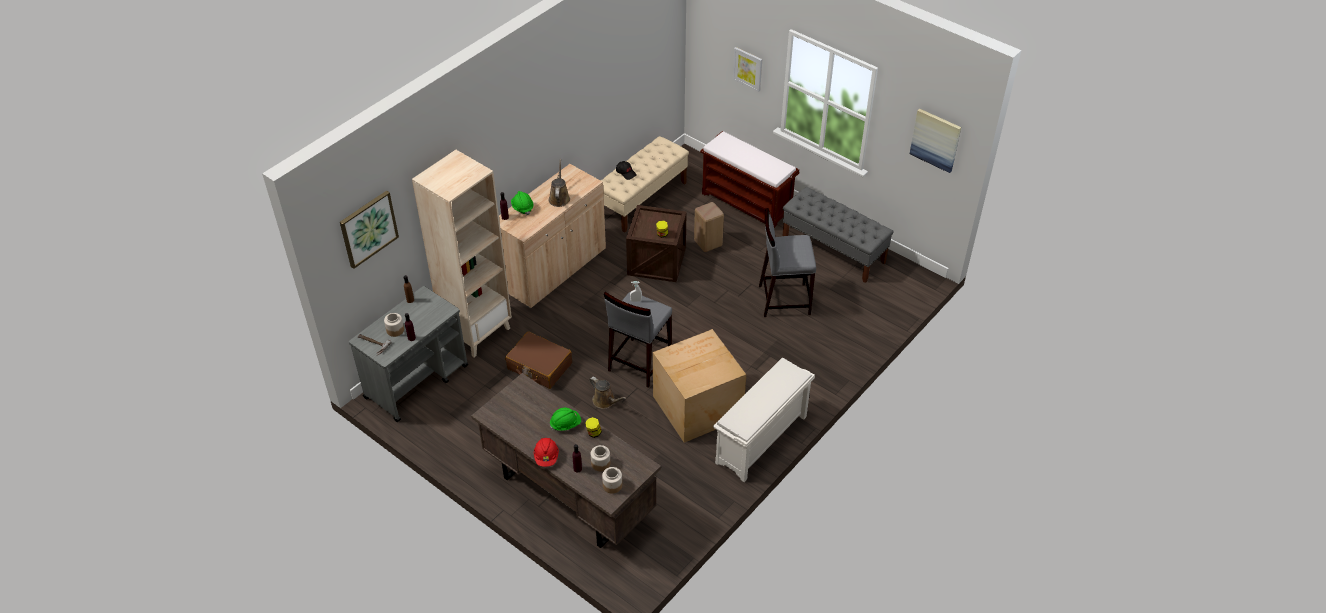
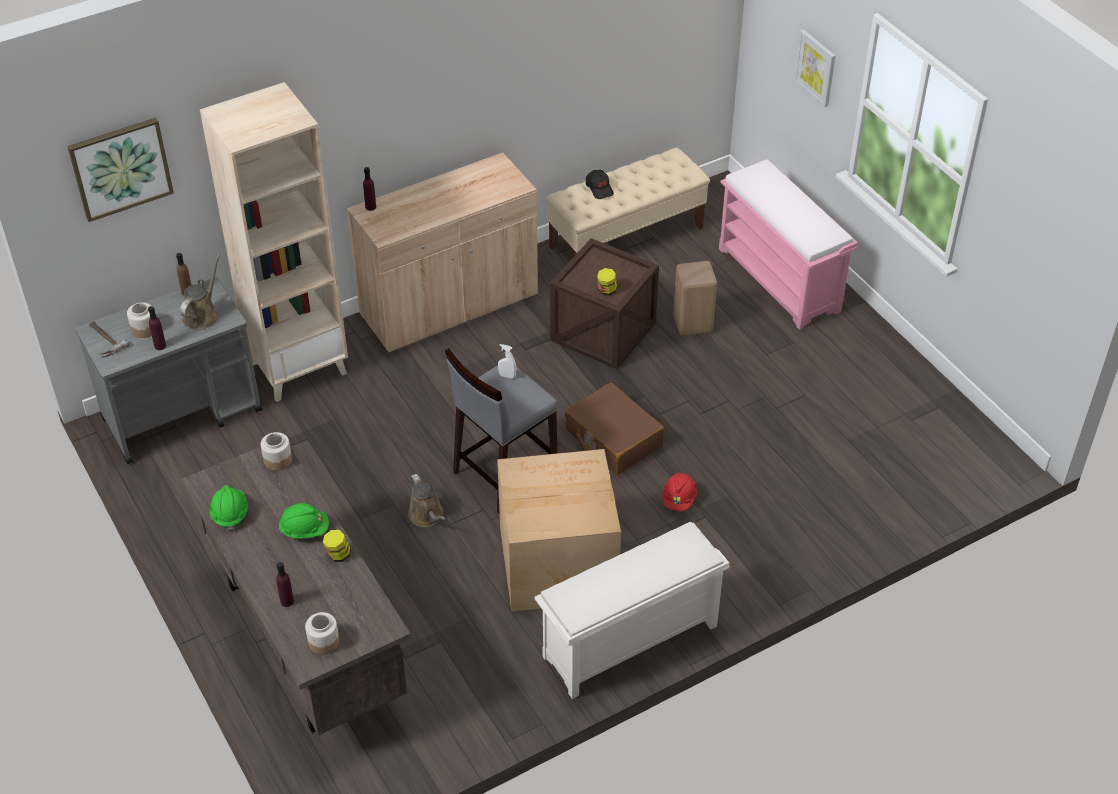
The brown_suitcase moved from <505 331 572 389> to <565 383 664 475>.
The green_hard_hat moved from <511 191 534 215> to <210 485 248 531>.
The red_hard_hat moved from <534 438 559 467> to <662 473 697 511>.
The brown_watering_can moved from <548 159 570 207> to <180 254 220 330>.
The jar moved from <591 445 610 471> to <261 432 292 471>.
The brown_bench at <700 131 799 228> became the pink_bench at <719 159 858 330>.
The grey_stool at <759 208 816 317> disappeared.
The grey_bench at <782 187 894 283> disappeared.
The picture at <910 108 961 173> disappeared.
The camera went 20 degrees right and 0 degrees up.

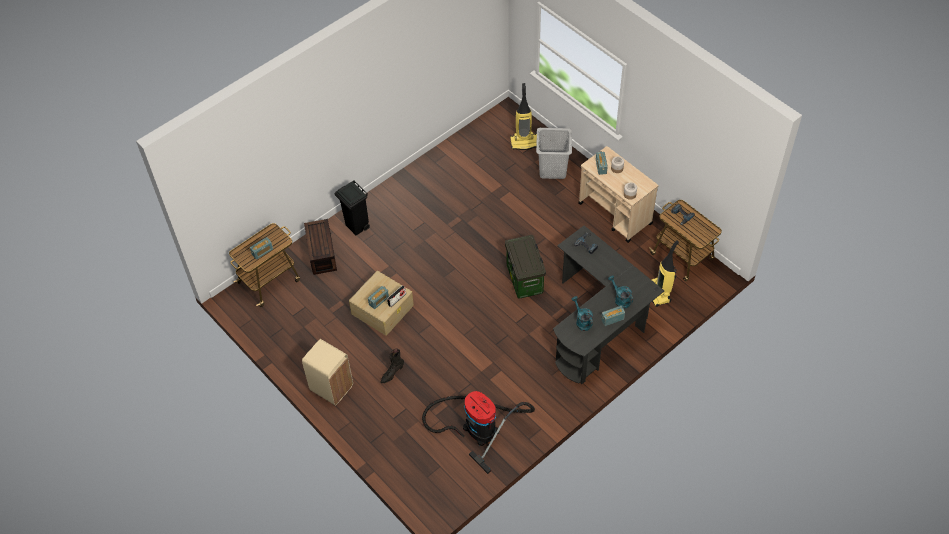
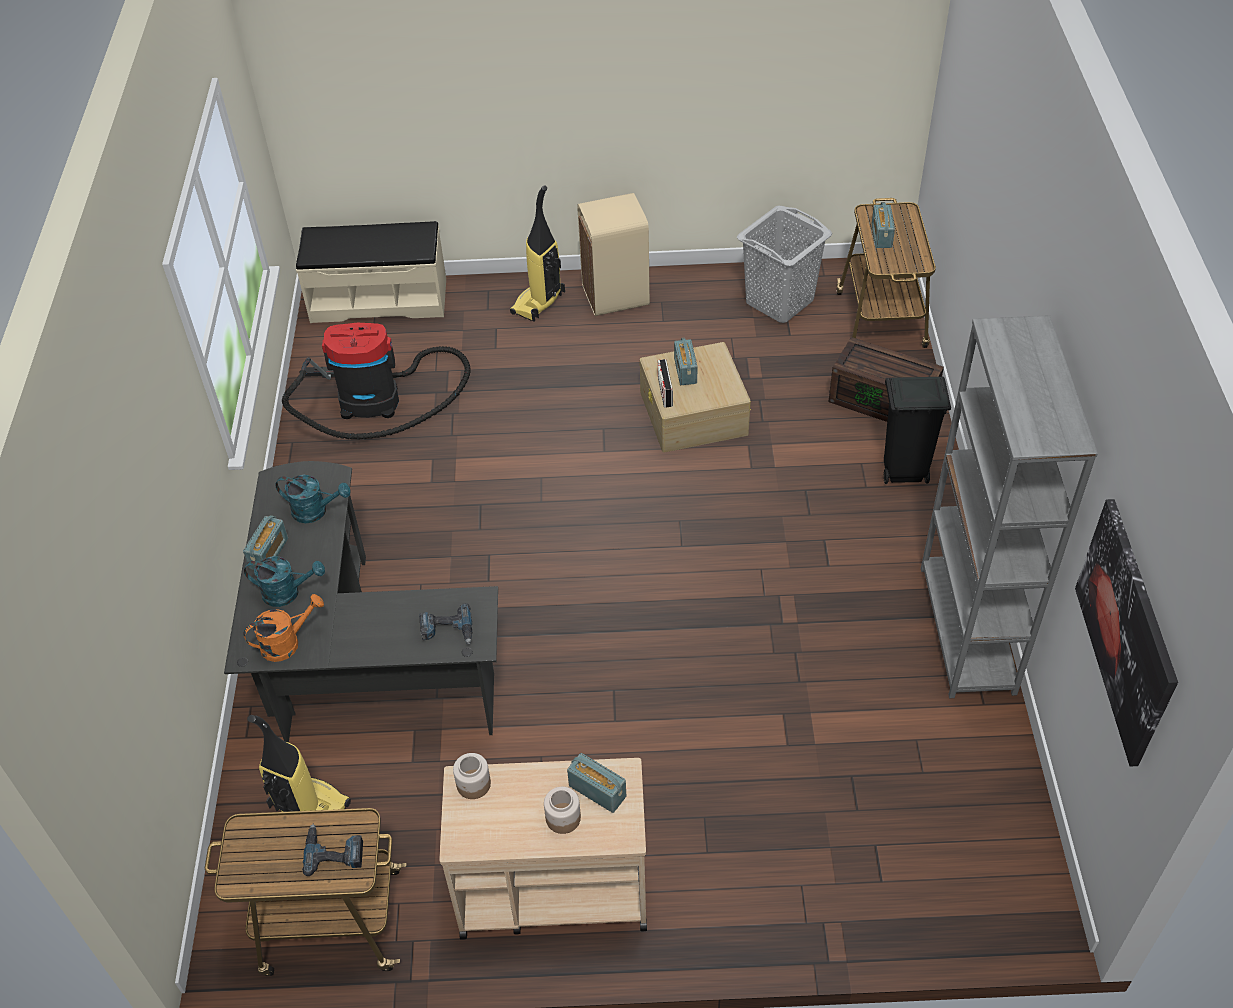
The black_boot at <380 348 404 383> disappeared.
The storage_box at <505 235 546 299> disappeared.
The vacuum_cleaner moved from <510 83 537 150> to <510 185 565 322>.
The grey_laundry_basket moved from <536 128 572 179> to <737 206 832 323>.
The orange_watering_can at <243 594 324 662> appeared.
The beige_bench at <296 221 446 323> appeared.
The grey_bookcase at <921 315 1098 698> appeared.
The picture at <1075 499 1178 766> appeared.
The camera went 130 degrees right and 5 degrees down.

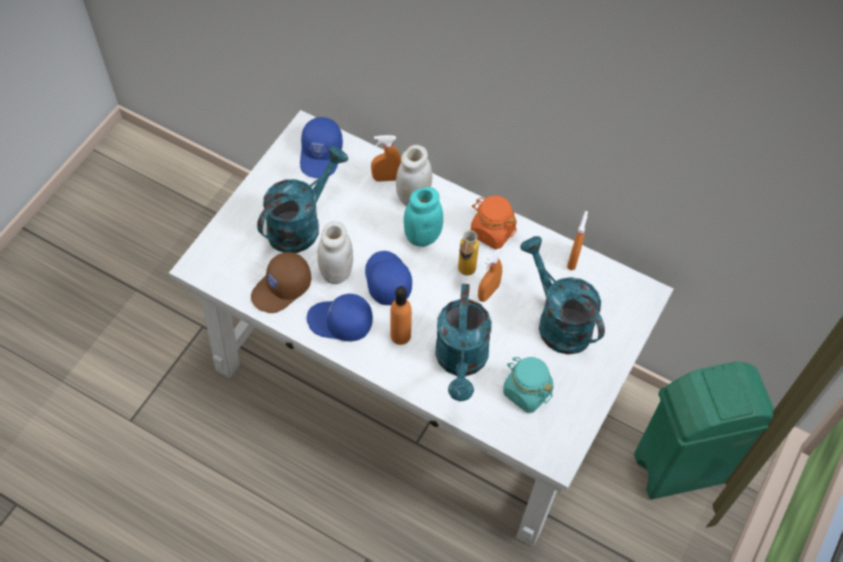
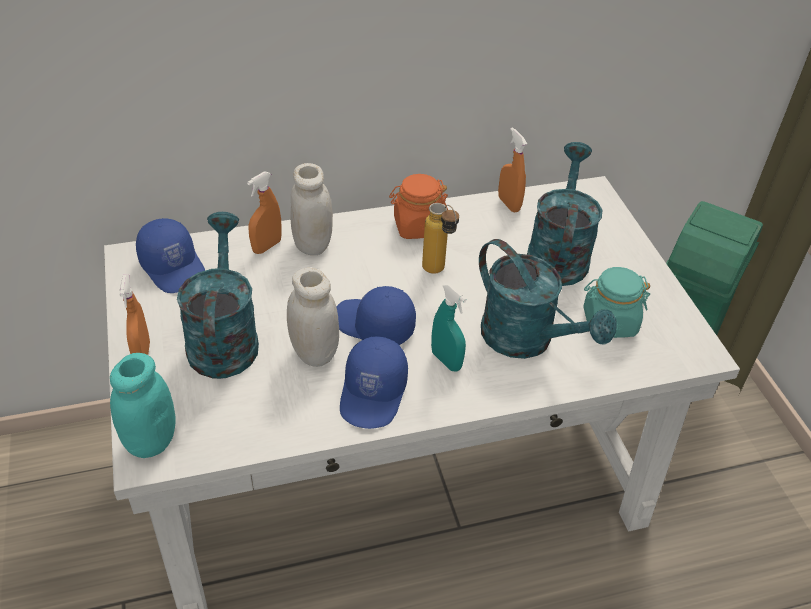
The brown_cap at <251 252 311 313> disappeared.
The blue_cap at <307 294 373 341> turned 45 degrees counterclockwise.
The orange_bottle at <391 286 412 345> was replaced by the turquoise_spray_bottle at <431 283 467 372>.
The turquoise_jar moved from <404 187 443 247> to <110 353 176 458>.
The orange_spray_bottle moved from <478 249 502 302> to <119 275 150 355>.
The turquoise_watering_can at <520 236 605 355> turned 90 degrees clockwise.
The camera went 45 degrees left and 15 degrees down.

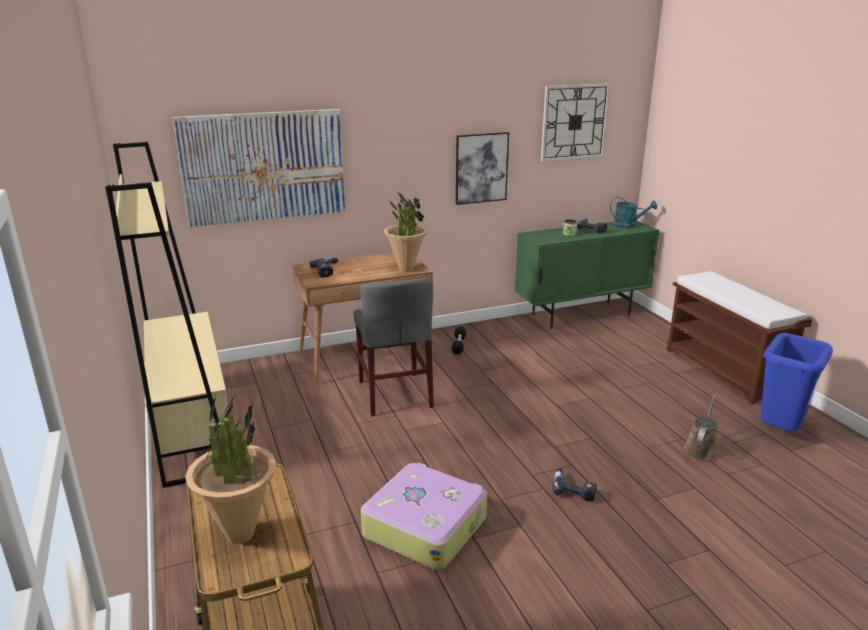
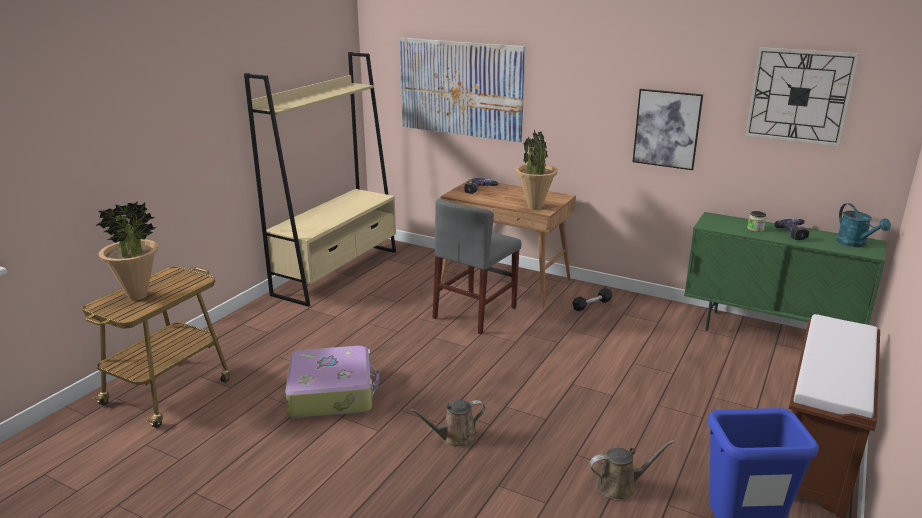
The power_drill at <552 468 597 502> was replaced by the brown_watering_can at <409 400 486 447>.
The camera went 50 degrees right and 0 degrees up.

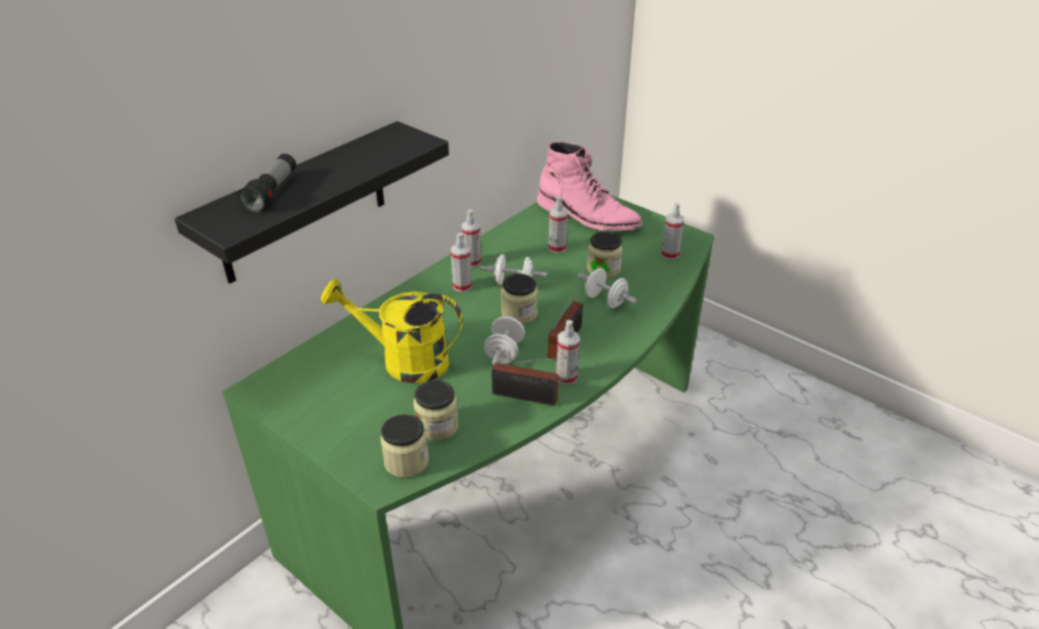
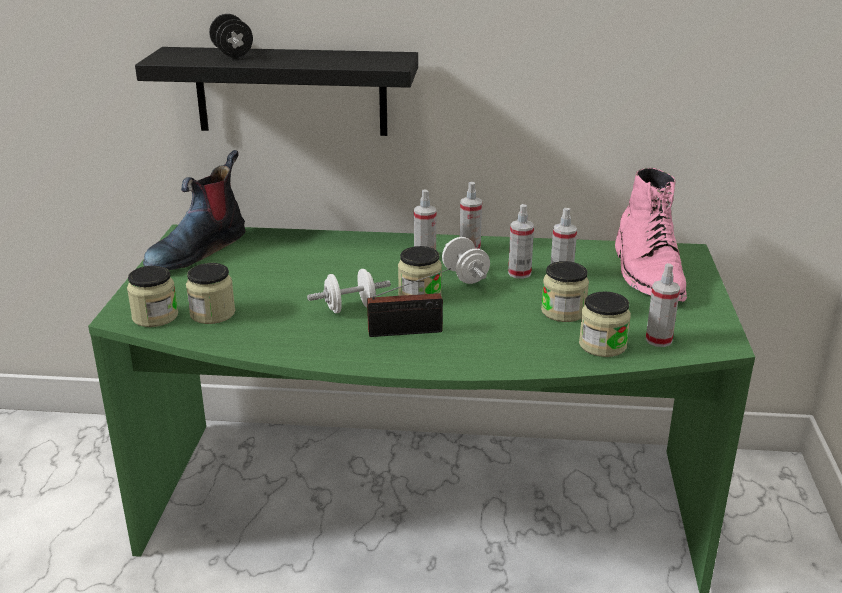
The flashlight at <238 154 296 212> was replaced by the black_dumbbell at <209 14 253 57>.
The yellow_watering_can at <321 279 463 384> disappeared.
The radio at <492 357 567 406> disappeared.
The spray_bottle moved from <556 320 580 385> to <508 204 534 279>.
The white_dumbbell at <579 268 637 308> disappeared.
The boot at <143 150 245 270> appeared.
The jar at <579 291 631 357> appeared.
The camera went 55 degrees right and 10 degrees down.

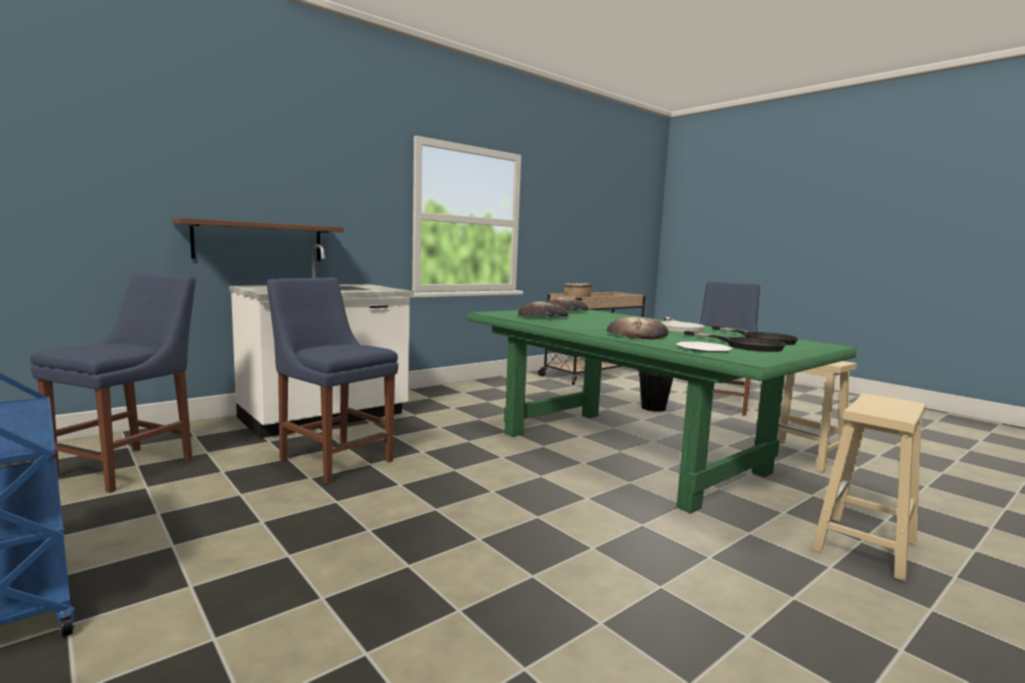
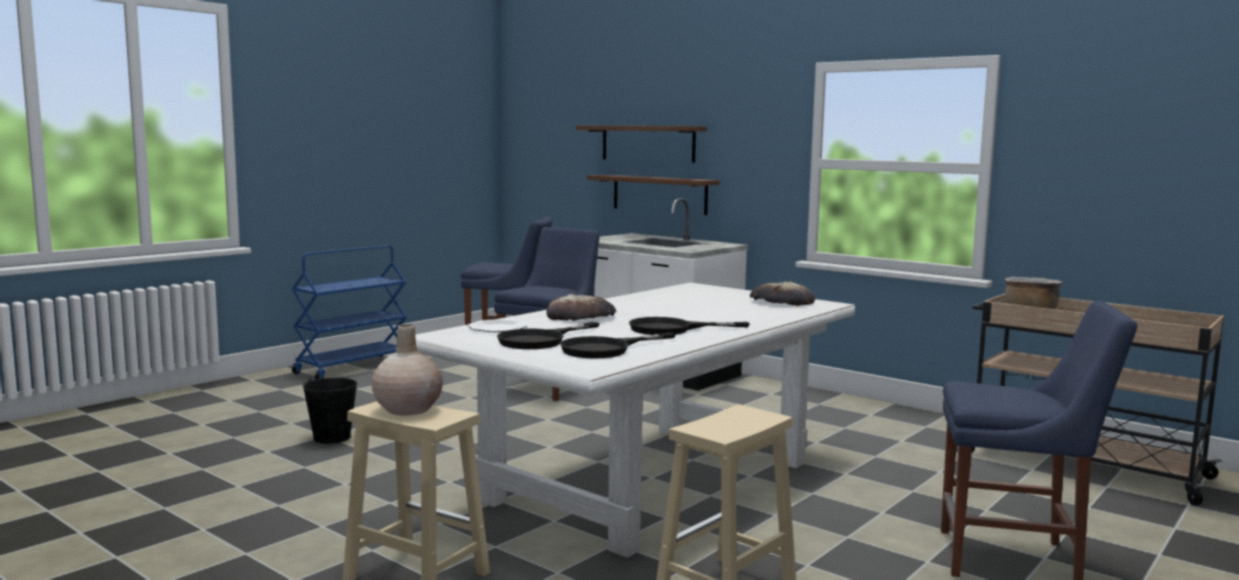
The green_dining_table at <468 309 857 514> became the white_dining_table at <415 283 855 558>.
The bread at <518 301 568 317> disappeared.
The black_bucket moved from <639 370 673 412> to <302 378 357 444>.
The white_frying_pan at <661 317 705 332> became the black_frying_pan at <629 317 750 335>.
The beige_vase at <372 324 443 416> appeared.
The shelf at <576 126 707 162> appeared.
The camera went 80 degrees right and 0 degrees up.

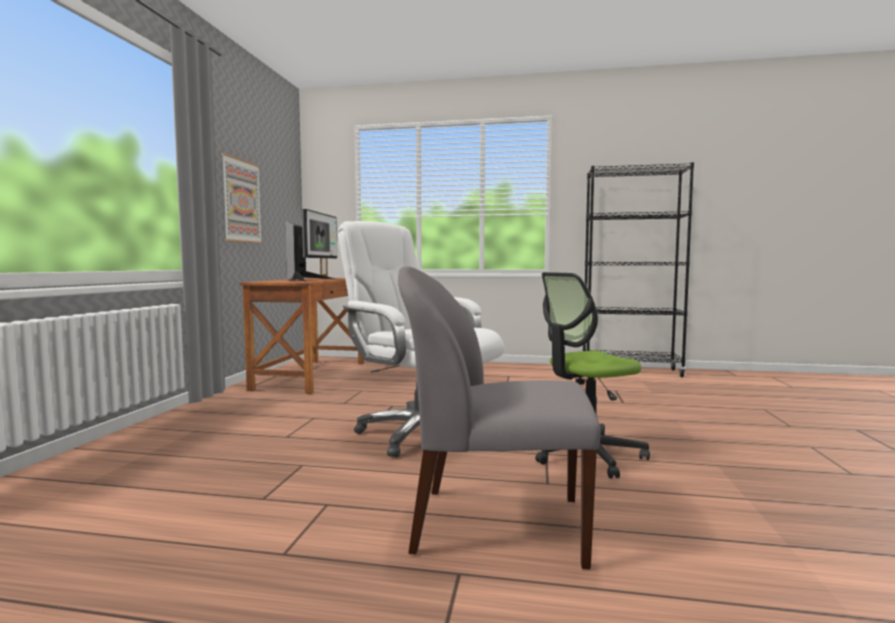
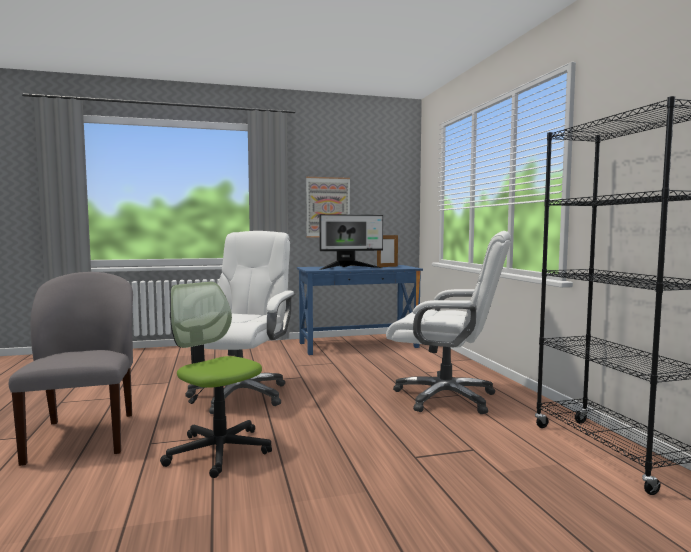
The brown_desk at <239 278 364 394> became the blue_desk at <297 265 423 355>.
The white_office_chair at <386 231 511 414> appeared.
The camera went 65 degrees right and 0 degrees up.

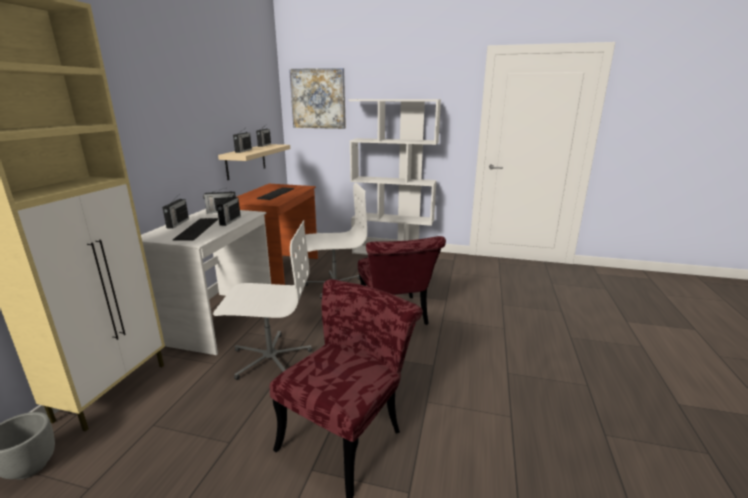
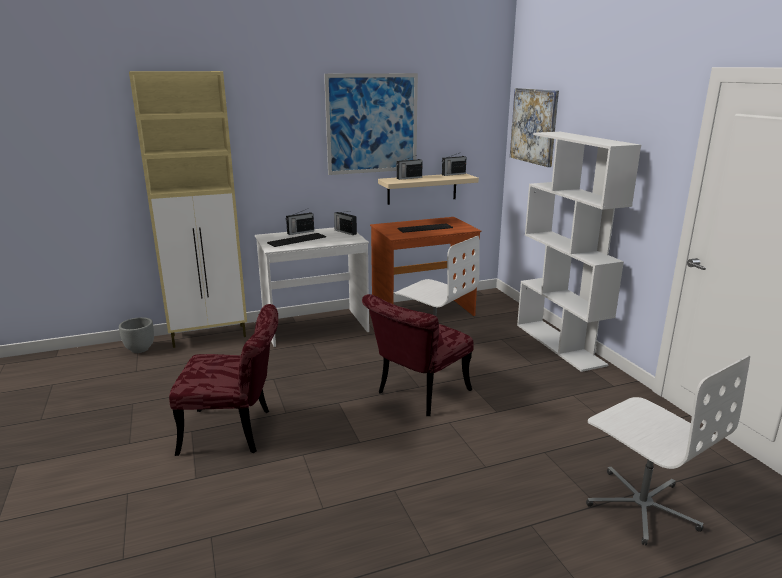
The white_office_chair moved from <213 220 312 380> to <586 355 750 545>.
The radio at <217 194 241 226> disappeared.
The picture at <324 73 418 175> appeared.
The camera went 55 degrees right and 0 degrees up.

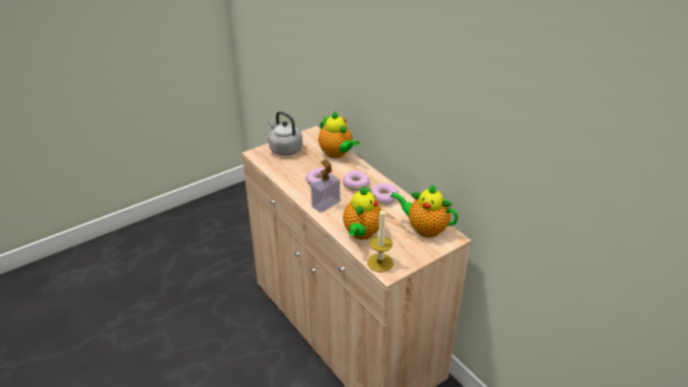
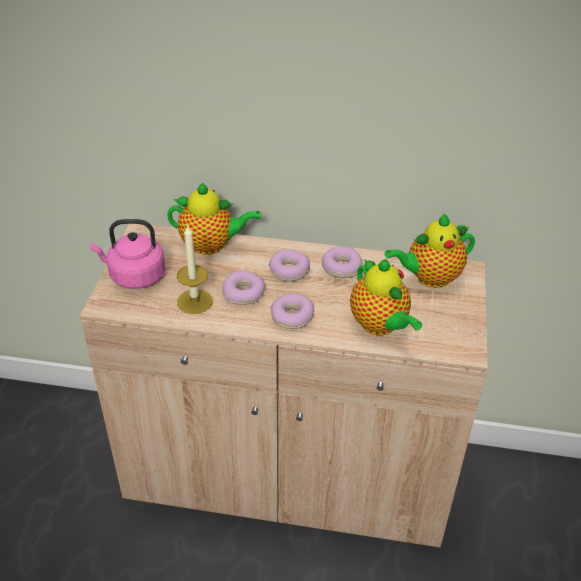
The grey_kettle at <268 111 303 156> became the pink_kettle at <90 219 165 289>.
The soap_dispenser at <311 160 340 213> was replaced by the donut at <271 294 314 329>.
The candle moved from <367 208 394 272> to <177 224 213 314>.
The camera went 45 degrees left and 5 degrees up.

